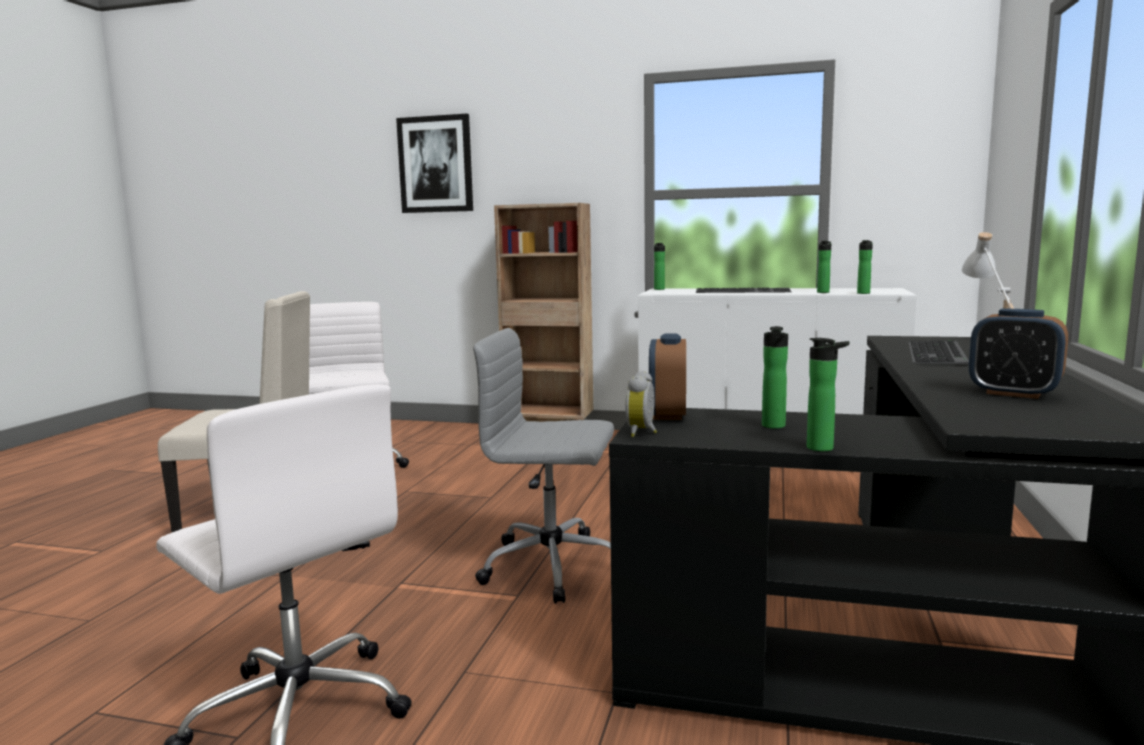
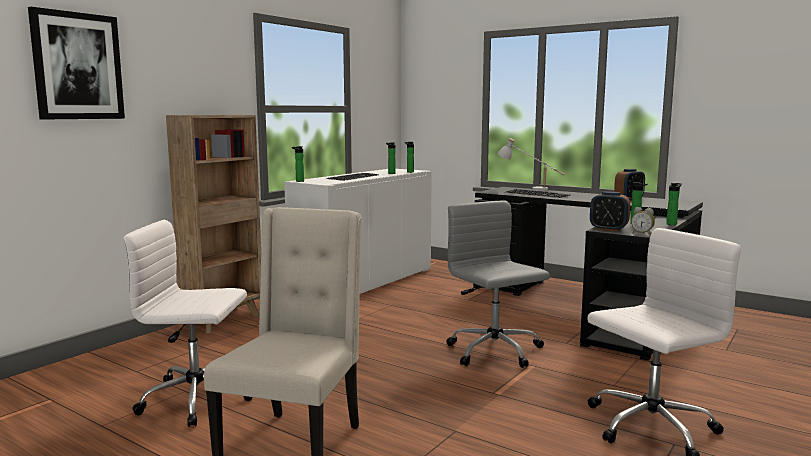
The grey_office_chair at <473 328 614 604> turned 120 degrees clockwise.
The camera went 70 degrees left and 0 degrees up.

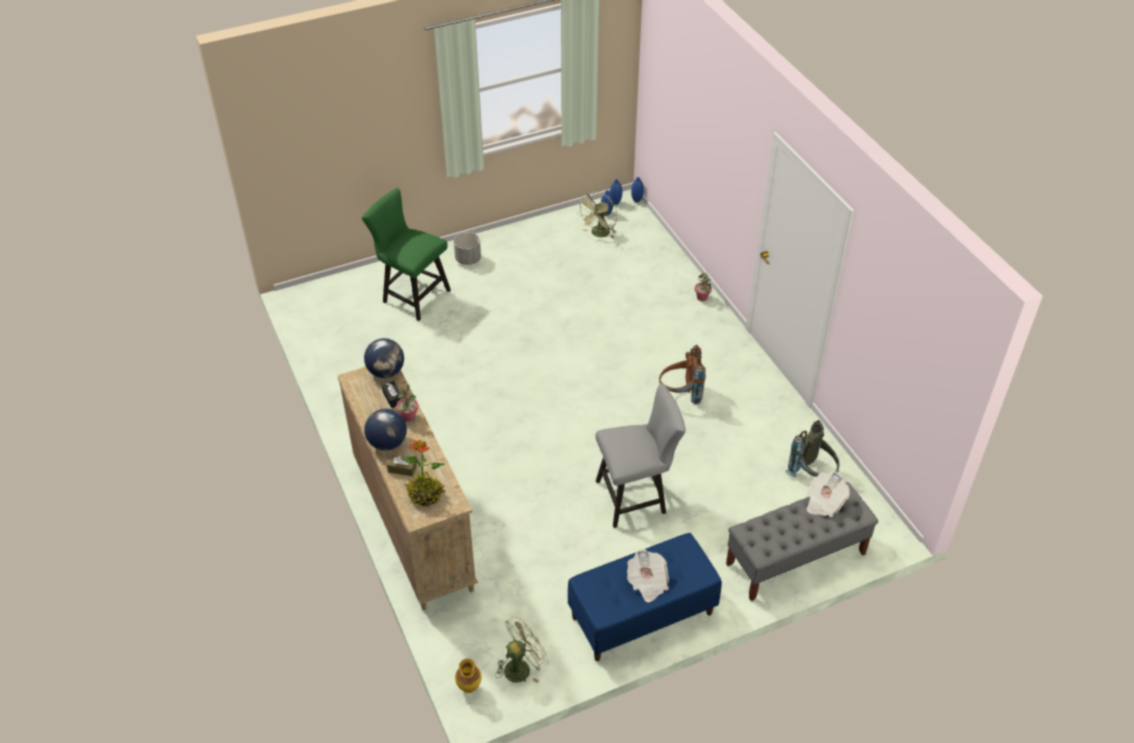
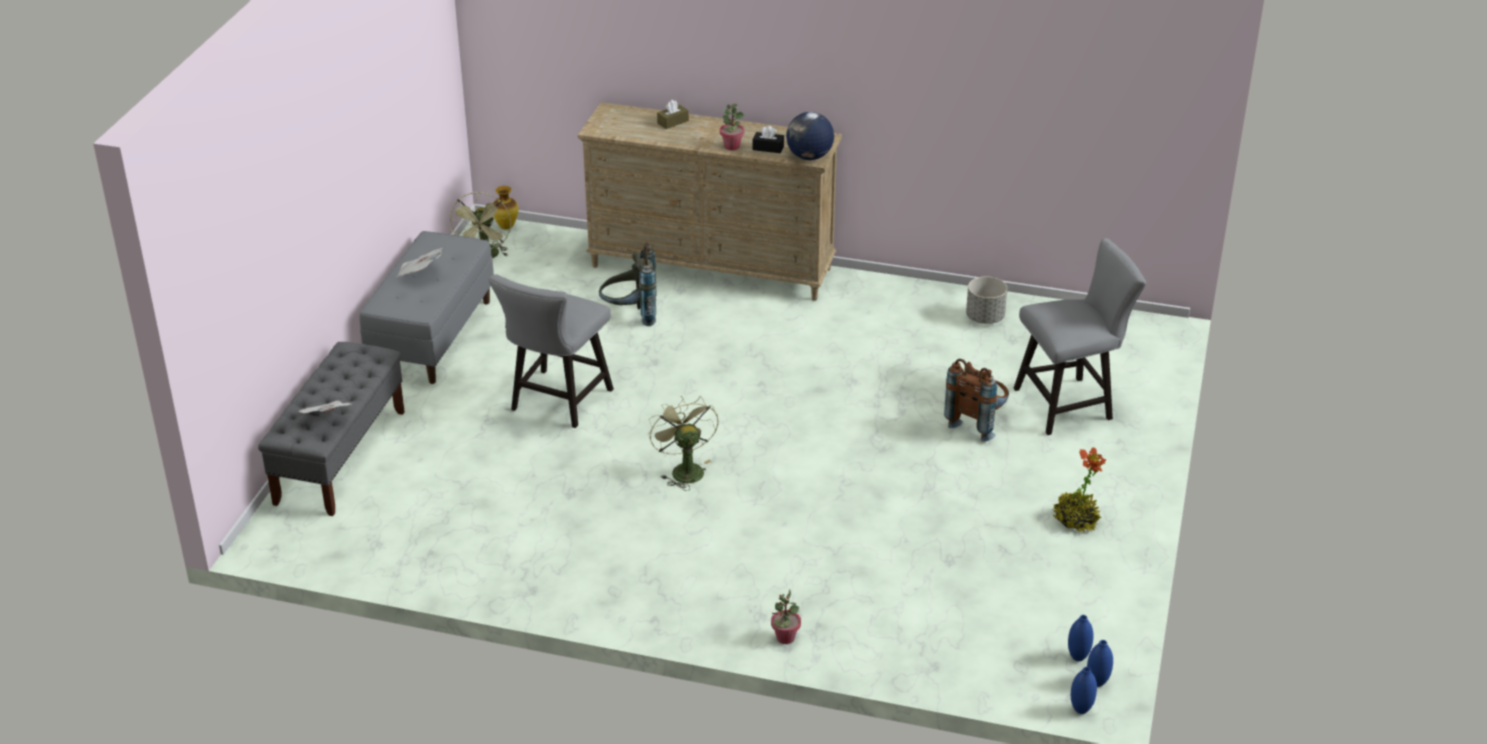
The green_chair at <362 188 451 321> became the grey_chair at <1014 238 1146 435>.
The globe at <364 408 407 450> disappeared.
The potted_plant moved from <402 440 445 506> to <1053 447 1106 532>.
The grey_planter moved from <454 232 481 265> to <966 276 1007 324>.
The blue_bench at <568 533 722 661> became the grey_bench at <359 231 494 384>.
The green_fan moved from <578 192 617 238> to <648 396 719 491>.
The brown_backpack moved from <659 345 706 404> to <944 359 1009 442>.
The grey_backpack moved from <786 420 839 477> to <599 242 657 326>.
The camera went 130 degrees right and 10 degrees down.

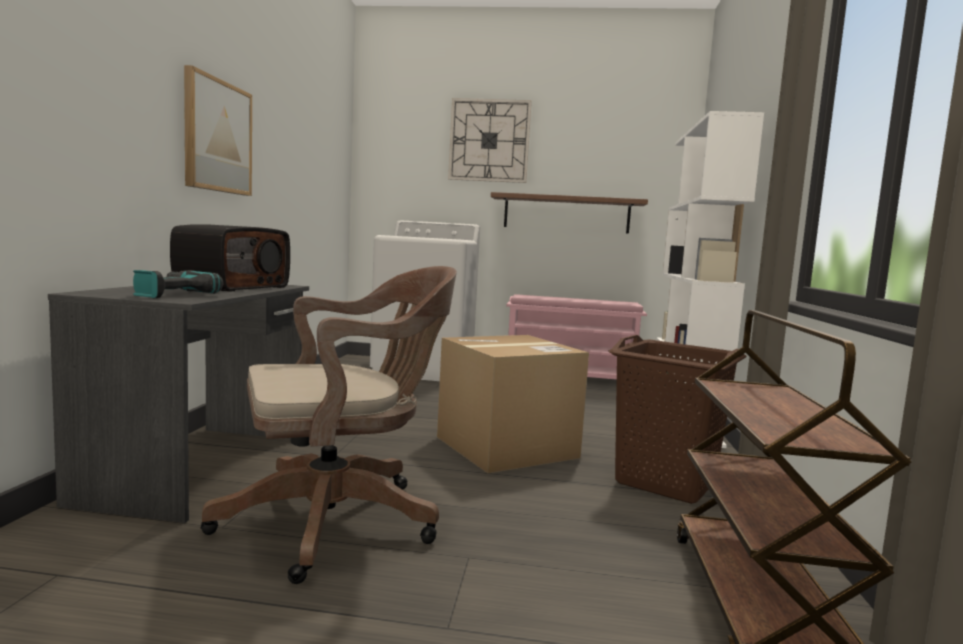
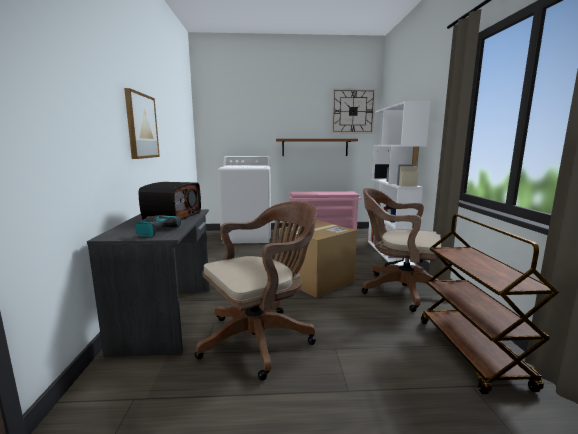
The wall_clock moved from <448 98 532 183> to <331 88 376 133>.
The brown_laundry_basket at <609 335 746 504> was replaced by the brown_office_chair at <362 188 441 312>.
The camera went 10 degrees left and 5 degrees up.

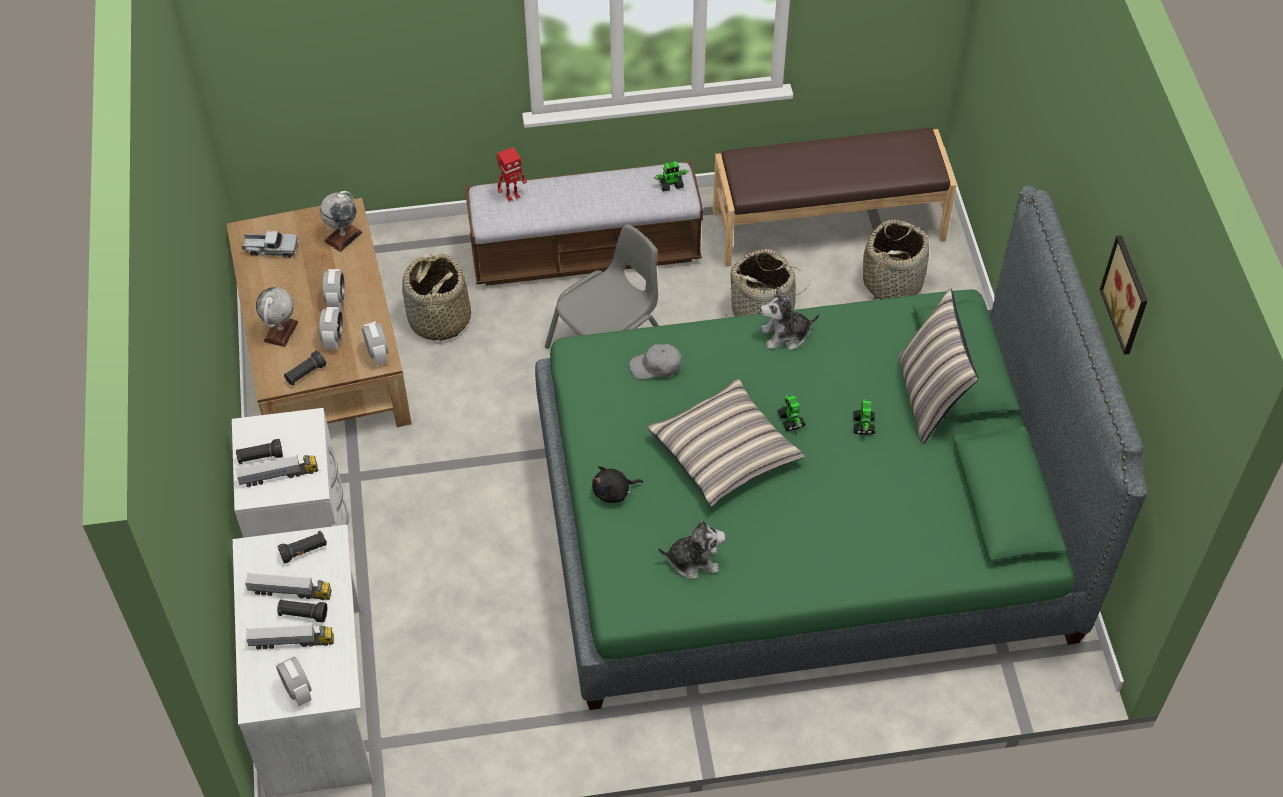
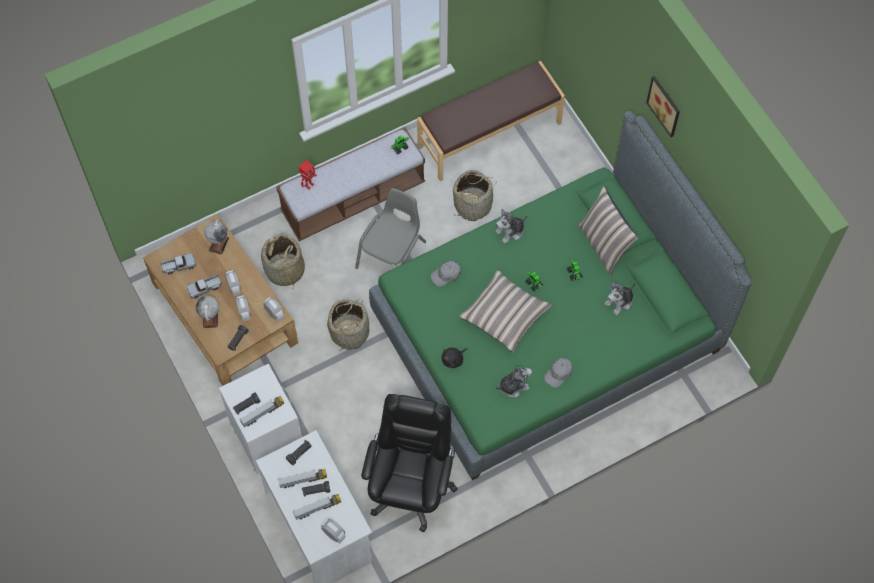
The basket moved from <863 220 929 300> to <327 299 369 351>.
The picture moved from <1100 235 1147 355> to <646 76 680 137>.
The toy_truck at <186 274 222 299> appeared.
The black_office_chair at <361 394 458 532> appeared.
The grey_cap at <544 358 573 388> appeared.
The plush_toy at <604 281 635 315> appeared.
The camera went 20 degrees left and 10 degrees up.

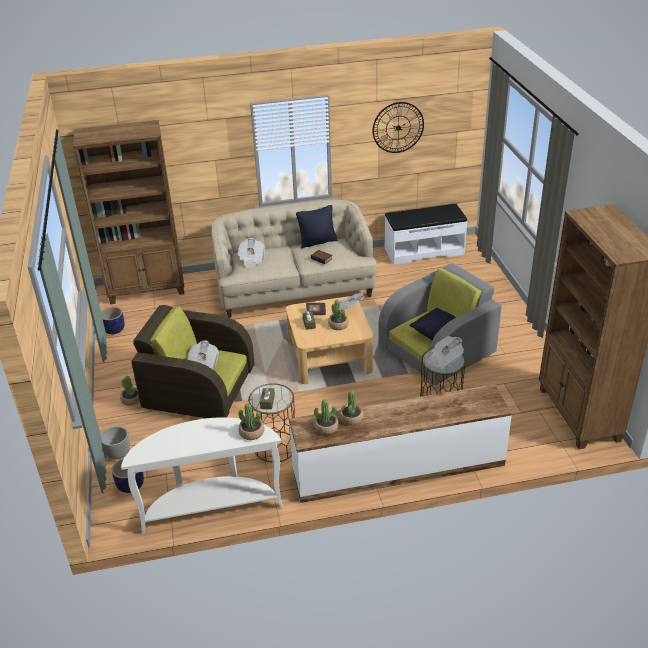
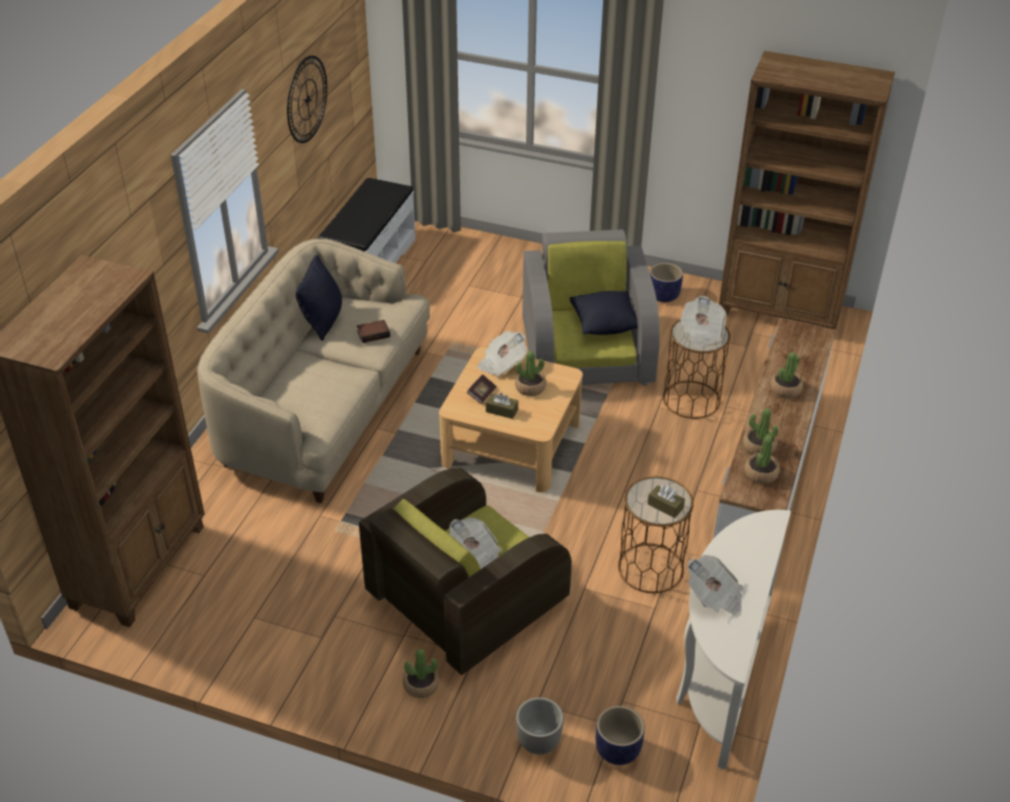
The planter moved from <101 307 125 334> to <650 263 683 302>.
The newspaper moved from <237 238 265 268> to <687 555 743 616>.
The potted_plant moved from <238 403 264 440> to <770 352 803 398>.
The camera went 60 degrees left and 5 degrees up.

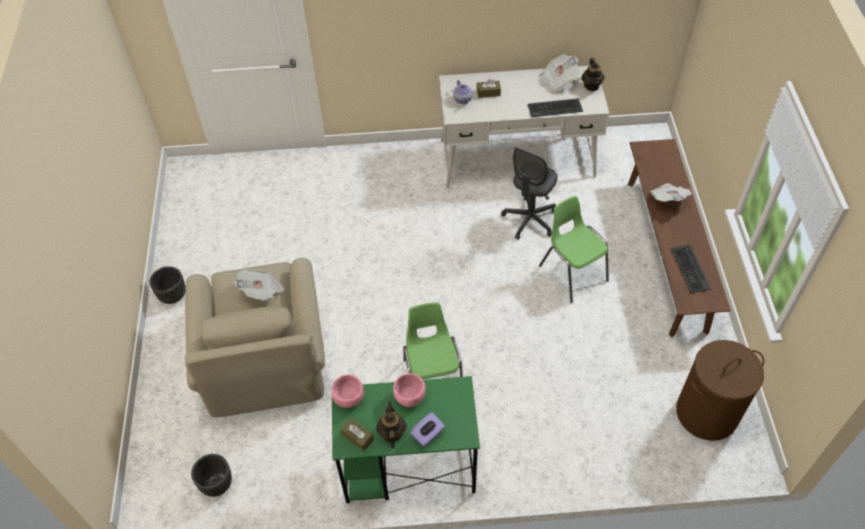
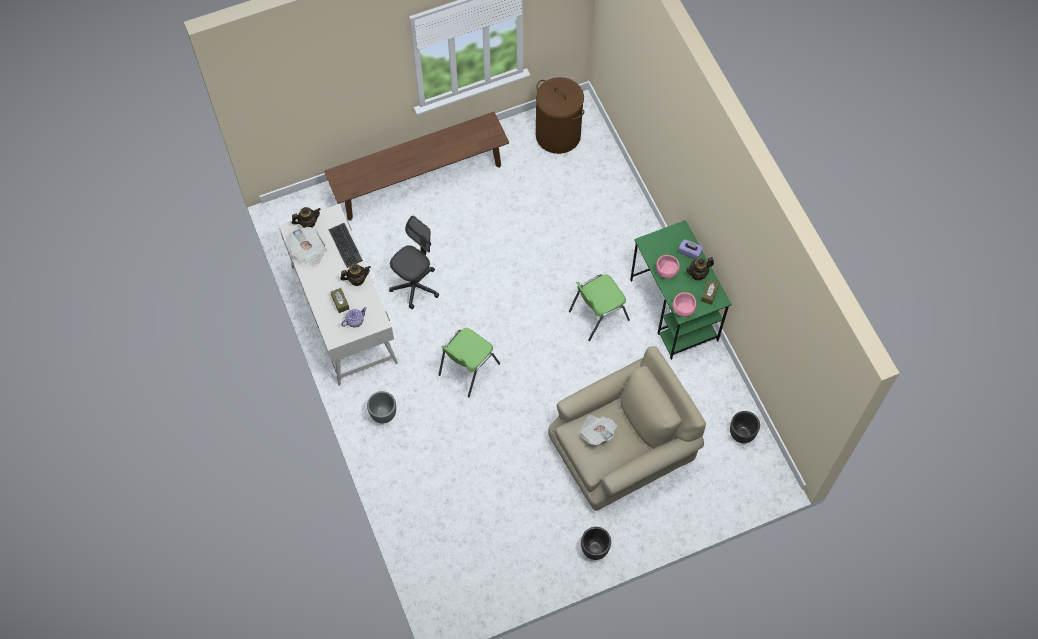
The grey_office_chair at <501 148 558 240> turned 60 degrees counterclockwise.
The green_chair moved from <539 196 609 303> to <438 328 500 397>.
The newspaper at <650 183 692 202> disappeared.
The keyboard at <671 244 711 294> disappeared.
The teapot at <340 264 371 286> appeared.
The grey_planter at <367 391 396 424> appeared.
The camera went 110 degrees left and 10 degrees up.

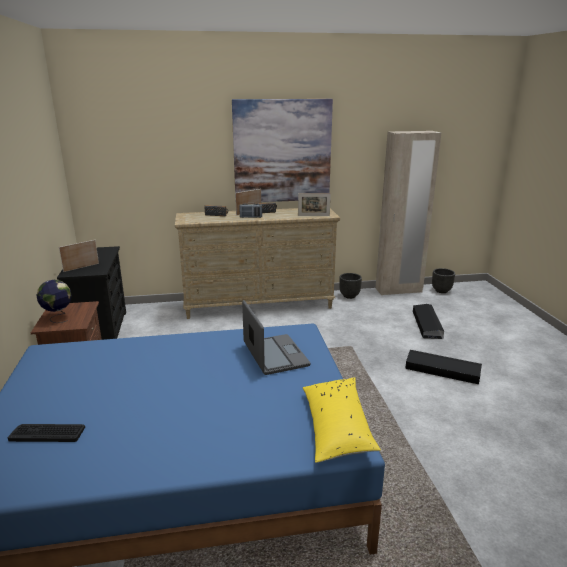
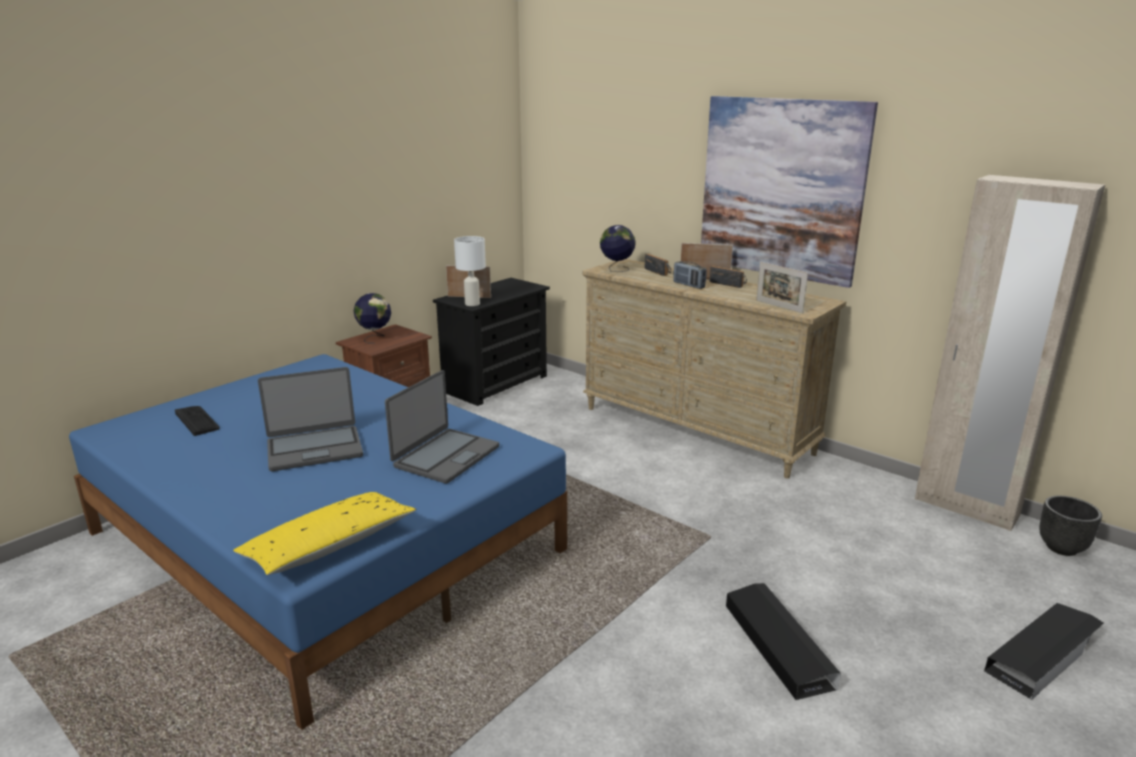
The black_planter at <339 273 362 299> disappeared.
The black_storage_box moved from <413 304 444 339> to <984 603 1104 700>.
The laptop at <258 367 363 471> appeared.
The white_table_lamp at <454 236 486 306> appeared.
The globe at <600 225 635 272> appeared.
The camera went 50 degrees right and 0 degrees up.

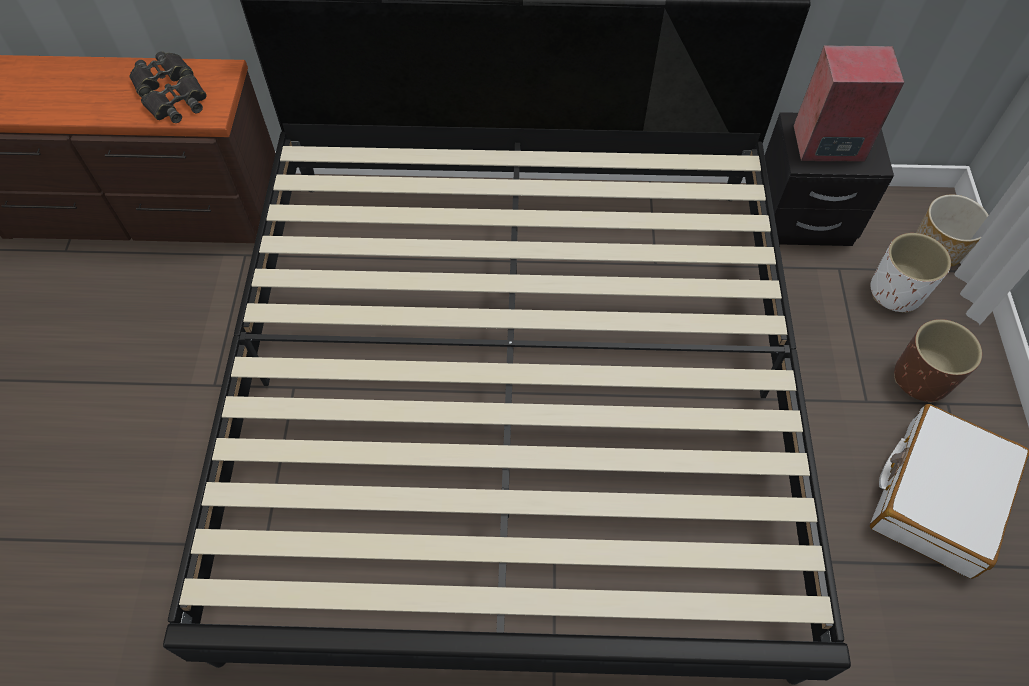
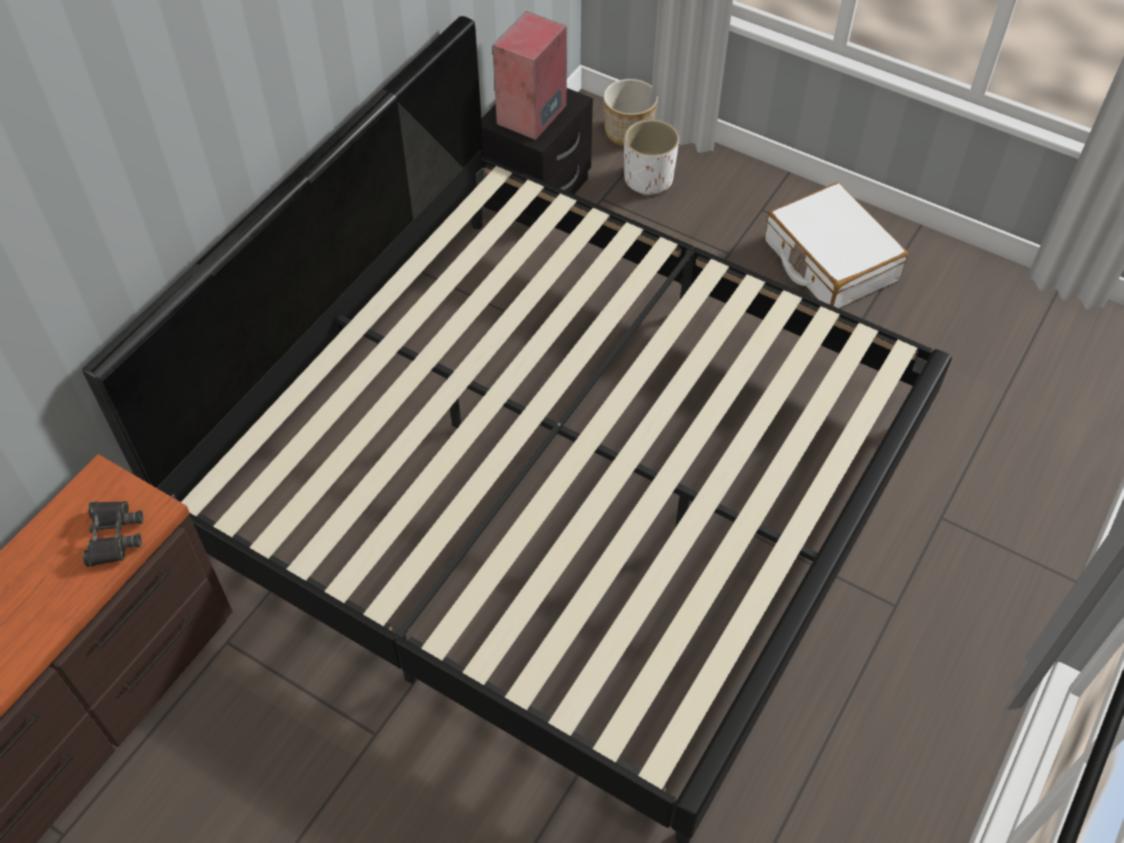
The black_binoculars at <129 51 194 97> disappeared.
The brown_planter at <894 319 982 403> disappeared.
The camera went 60 degrees left and 5 degrees down.

